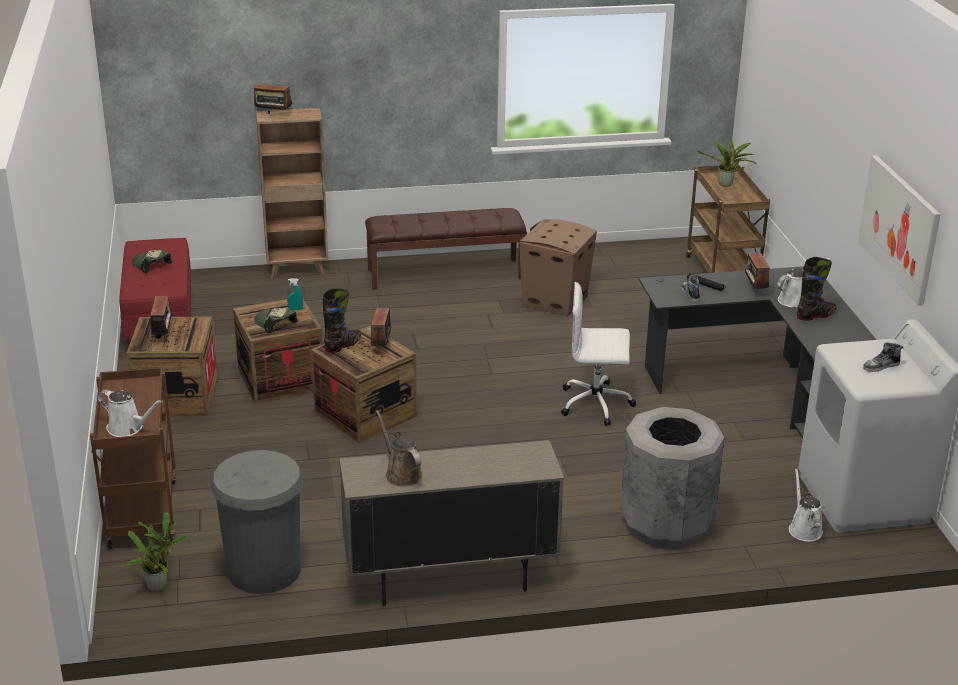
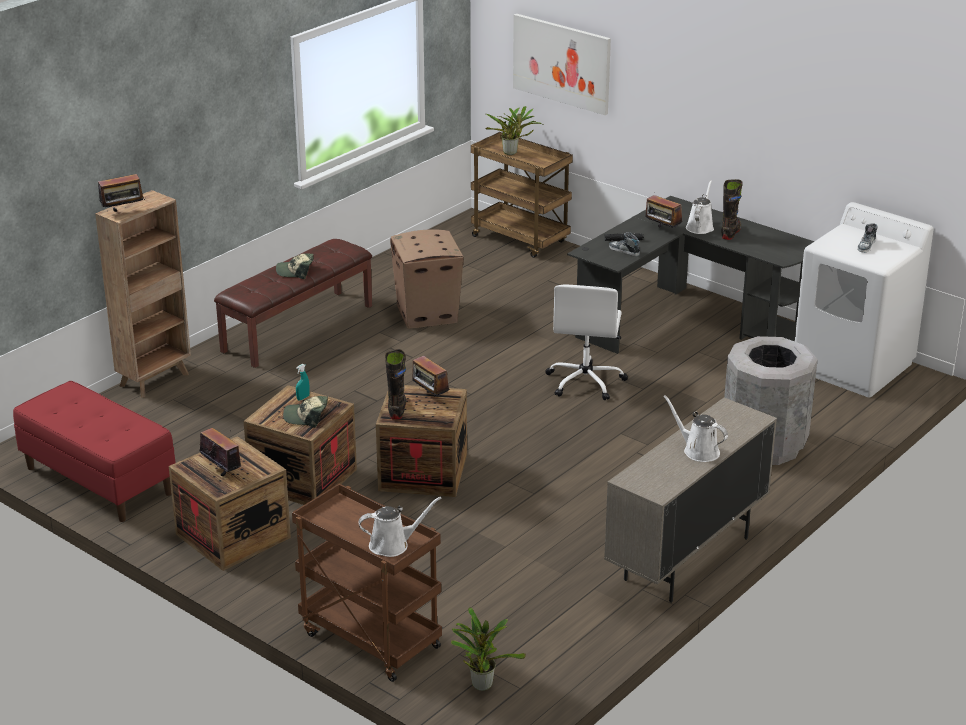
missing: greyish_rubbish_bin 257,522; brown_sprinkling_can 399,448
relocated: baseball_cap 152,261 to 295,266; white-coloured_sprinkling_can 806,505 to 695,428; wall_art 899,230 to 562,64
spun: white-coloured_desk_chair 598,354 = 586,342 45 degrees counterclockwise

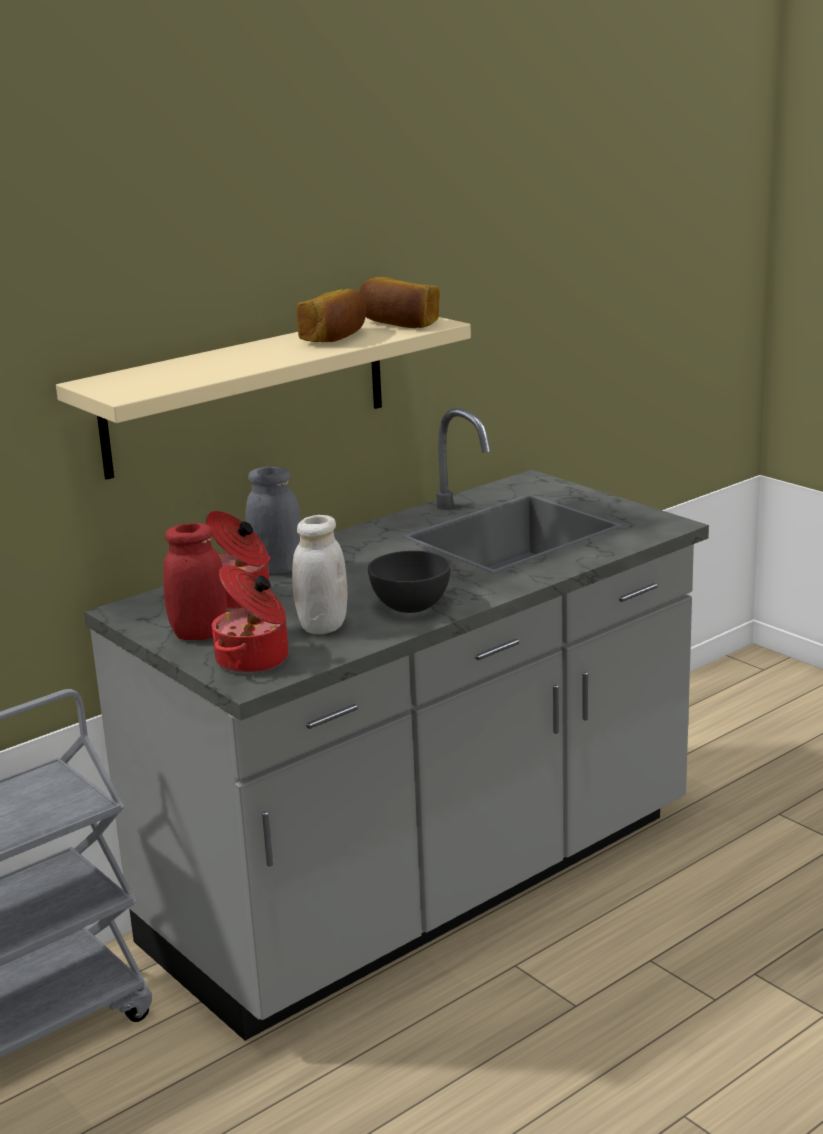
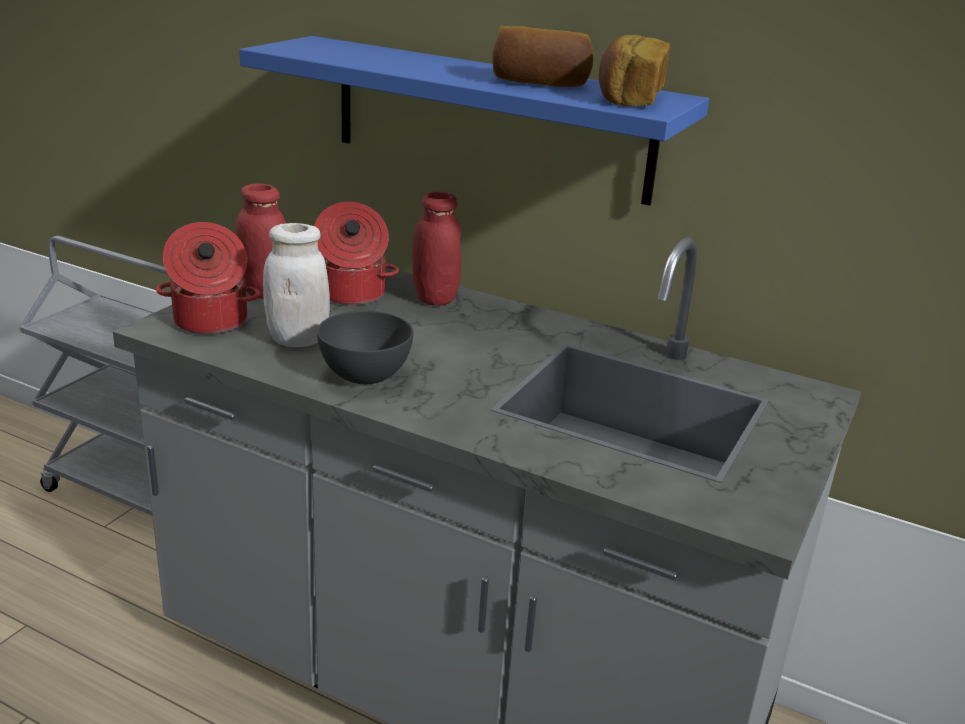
colour: beige_shelf 263,398 to bluish_shelf 474,121; greyish_storage_jar 273,520 to red_storage_jar 436,249

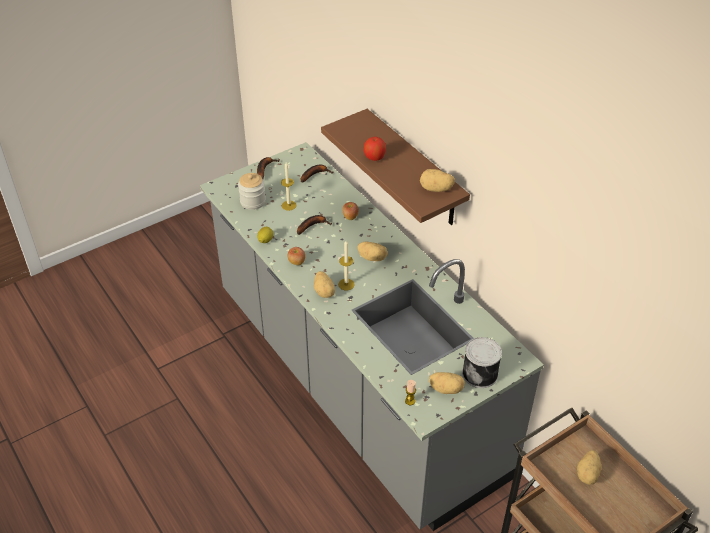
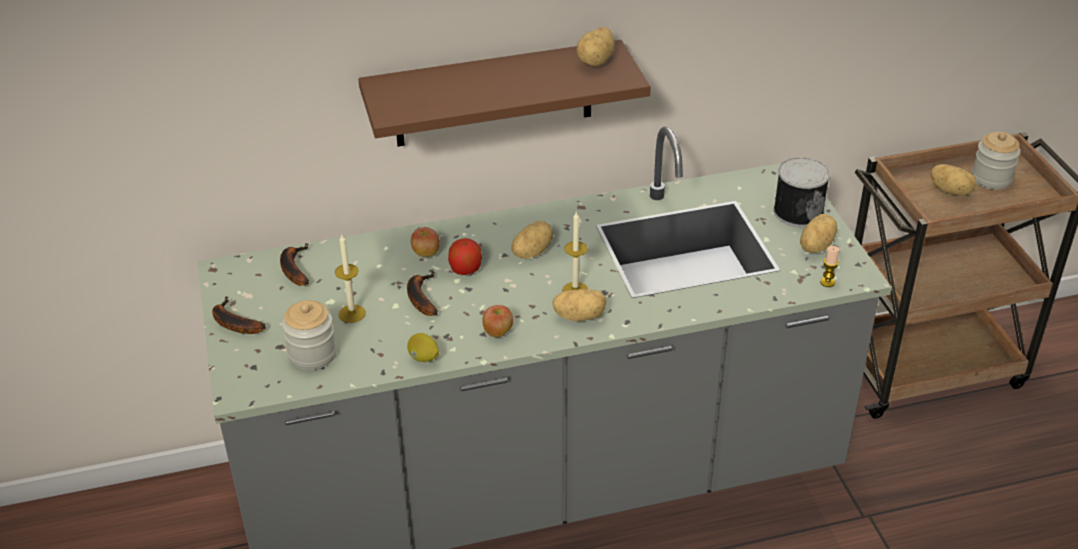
appeared: storage_jar 996,161
relocated: apple_fruit 375,149 to 465,256

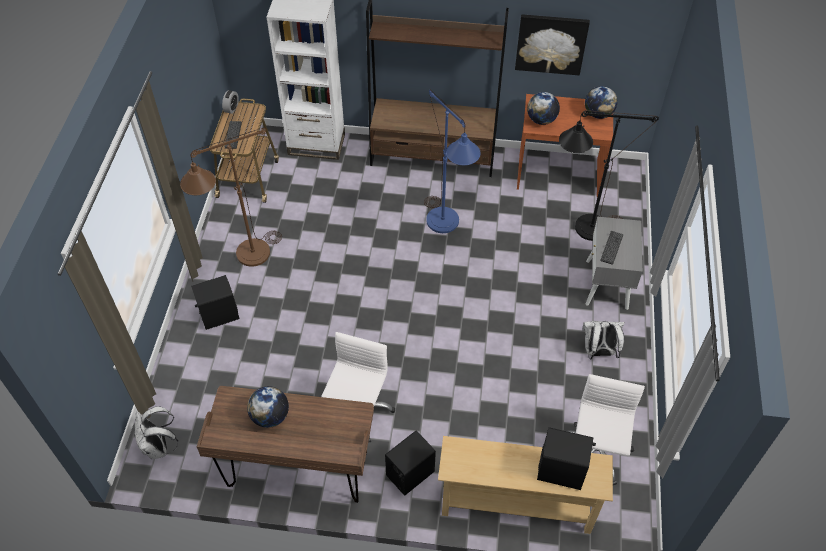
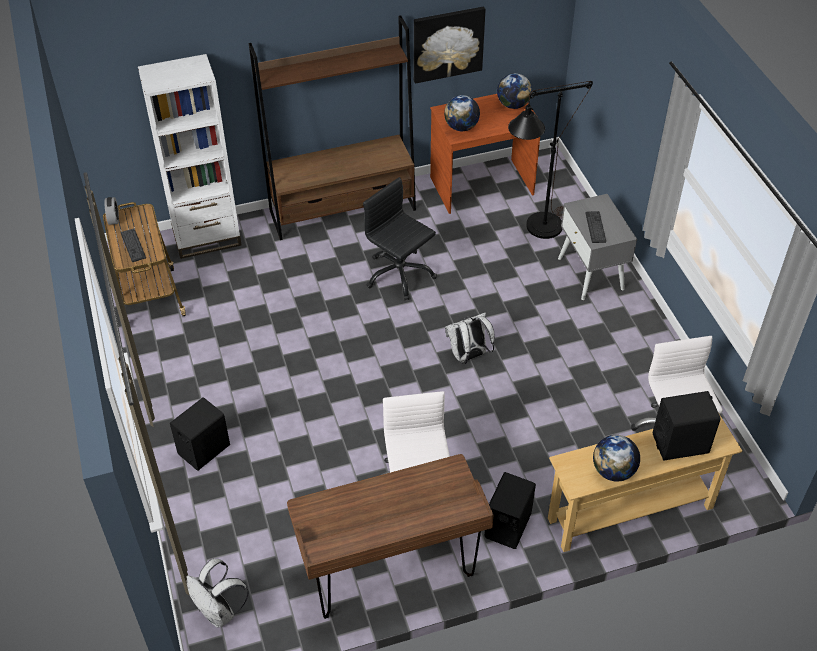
missing: brown_floor_lamp 231,197
relocated: desk_globe 268,407 to 616,458; white-coloured_rucksack 604,340 to 470,338
exchanged: bluish_floor_lamp 452,161 to blackish_desk_chair 400,238

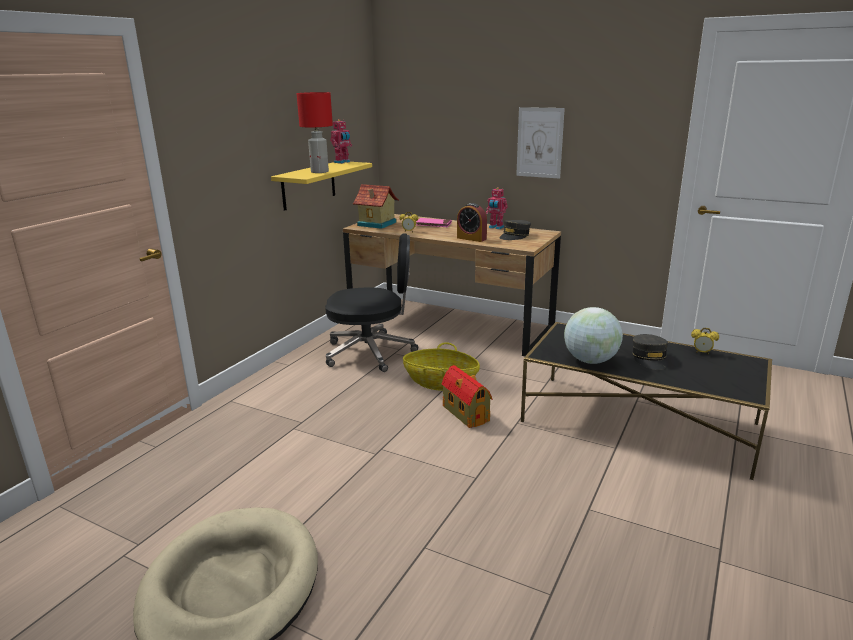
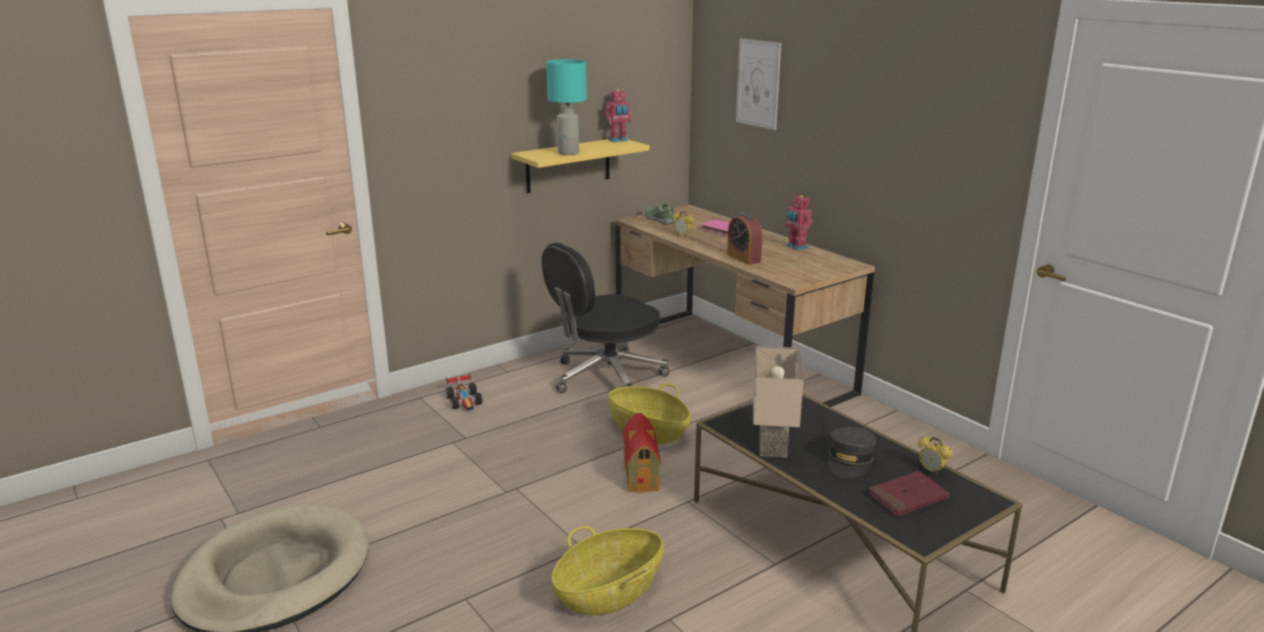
missing: greyish_baseball_cap 515,230
appeared: miniature_car 464,391; basket 608,570; red_bound_book 908,494
relocated: wall_art 540,143 to 758,84
exchanged: model_house 376,206 to low_shoe 660,213; desk_globe 593,335 to beige_lamp_for_a_table 778,402
colour: red_lamp_for_a_table 314,132 to turquoise-coloured_lamp_for_a_table 566,107
spun: blackish_desk_chair 371,302 = 605,317 120 degrees clockwise

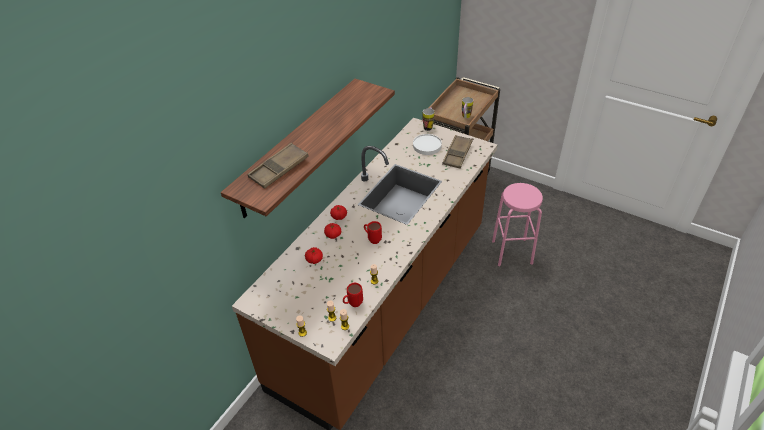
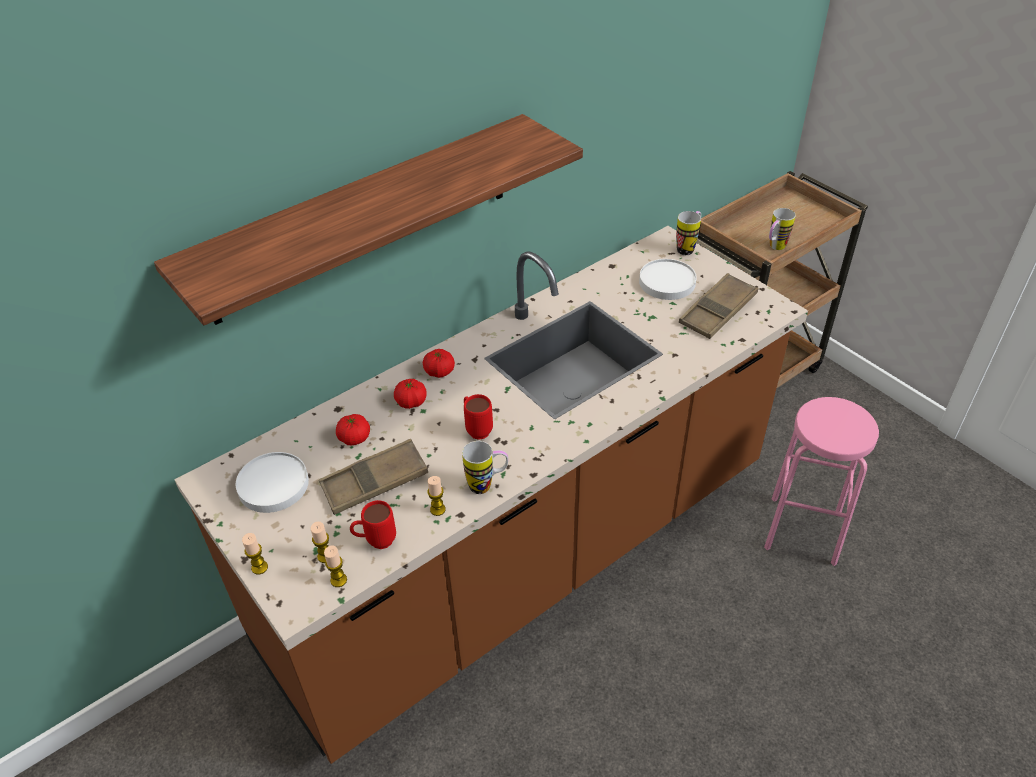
appeared: white-coloured_plate 272,482; tea_mug 485,467
relocated: brown_tray 278,166 to 373,477

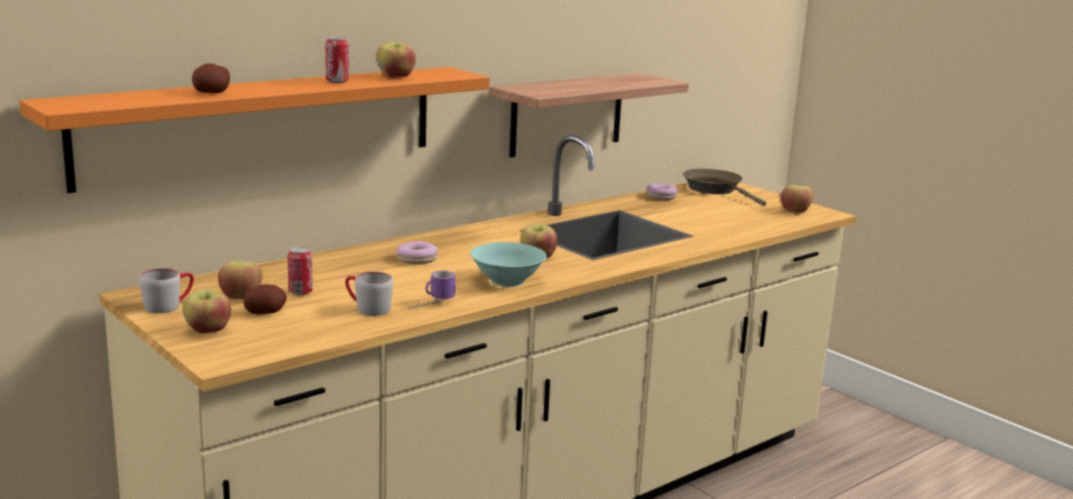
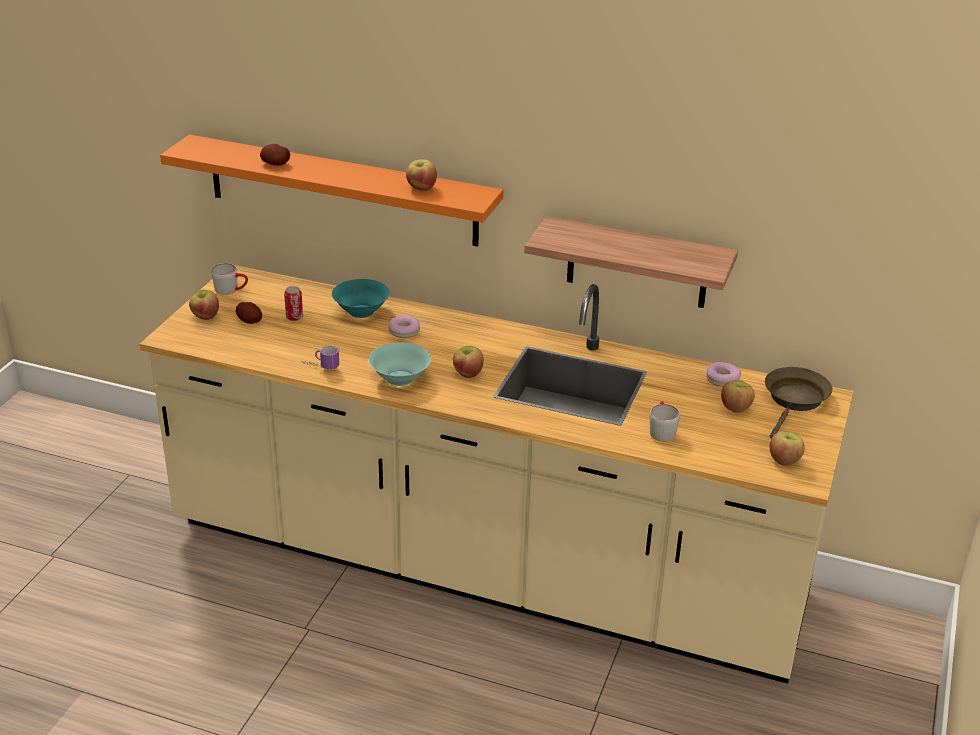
missing: can 337,60
appeared: turquoise-coloured_serving_bowl 361,298
relocated: apple_fruit 240,280 to 738,396; greyish_tea_mug 369,294 to 665,421

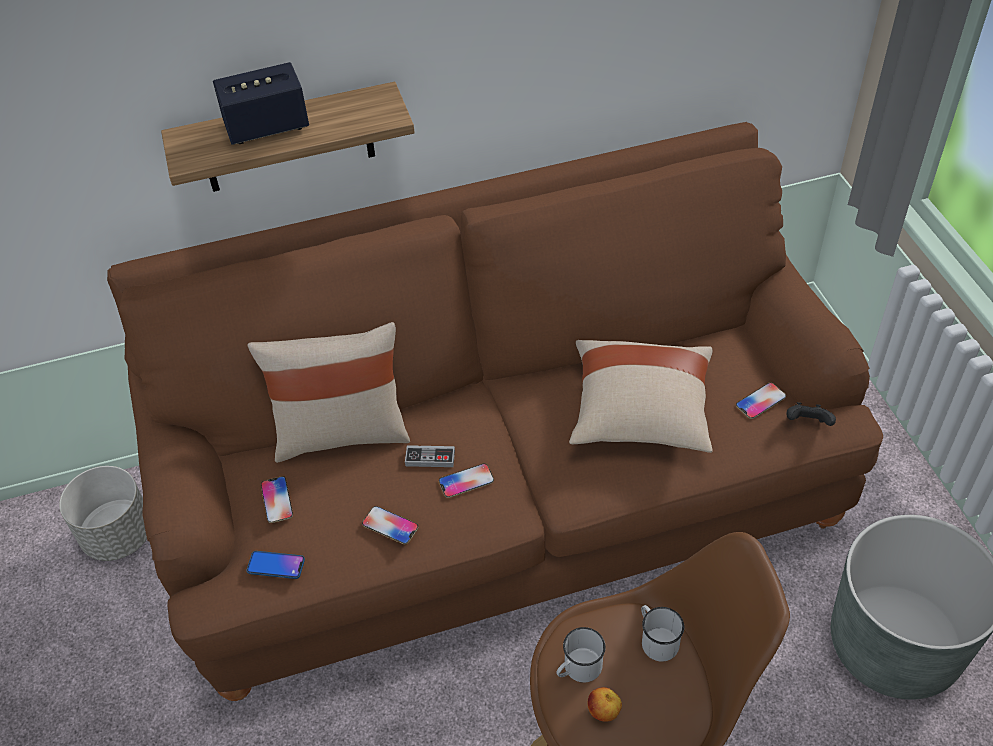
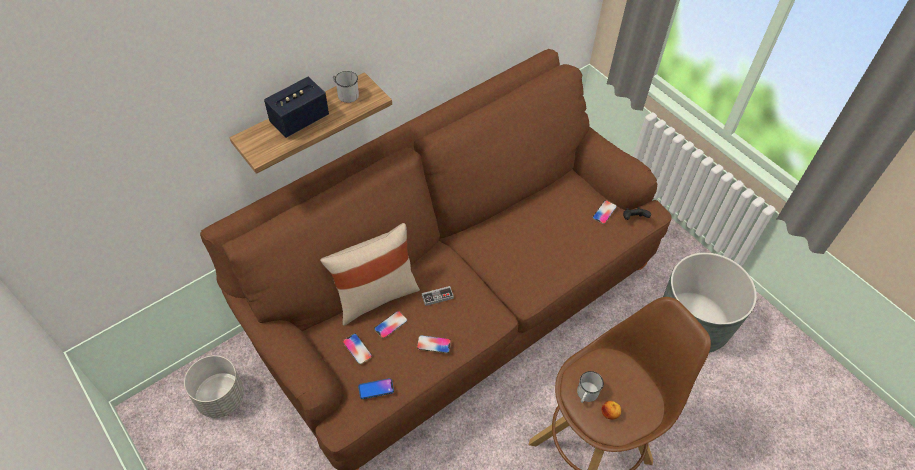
missing: beige_cushion 641,396
relocated: phone 466,481 to 390,325; white-coloured_tea_mug 662,633 to 346,87

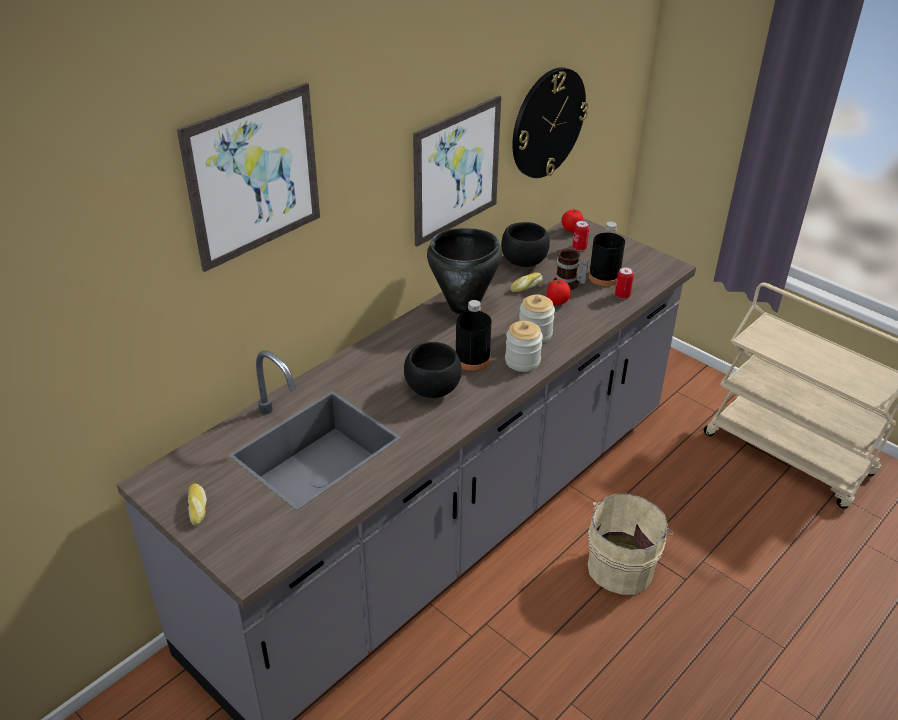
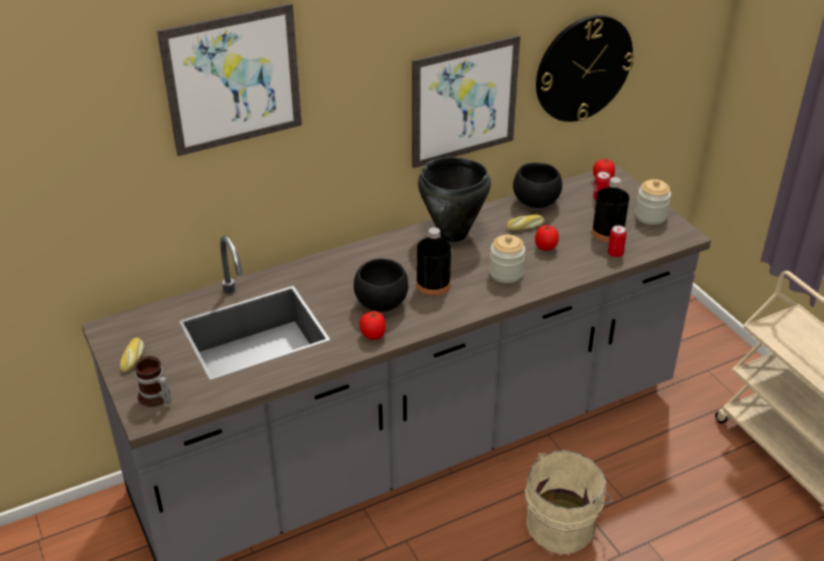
appeared: tomato 372,325
relocated: storage_jar 524,346 to 653,202; tea_mug 571,269 to 152,381

